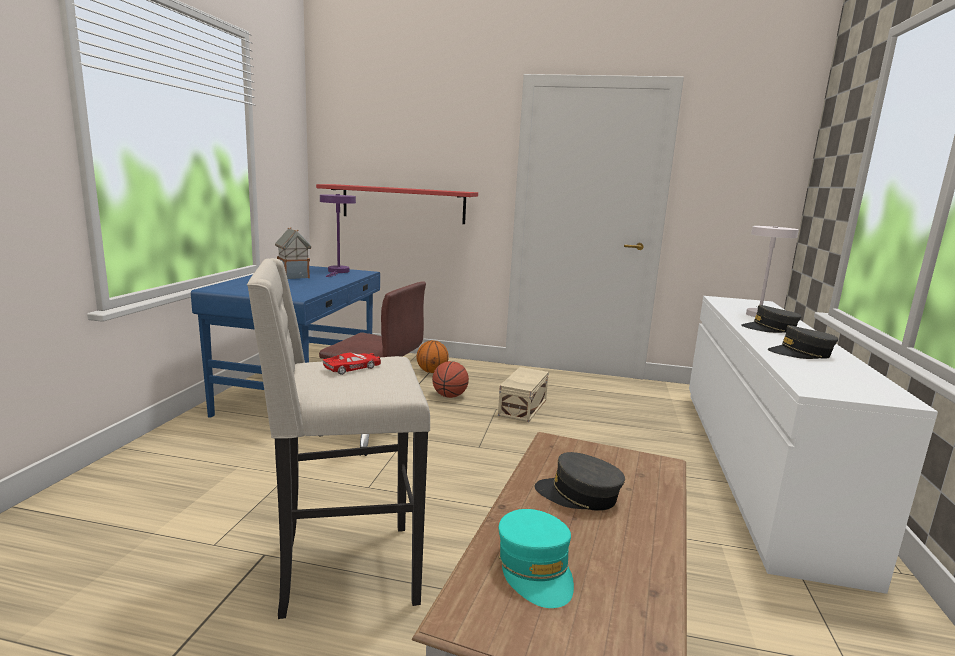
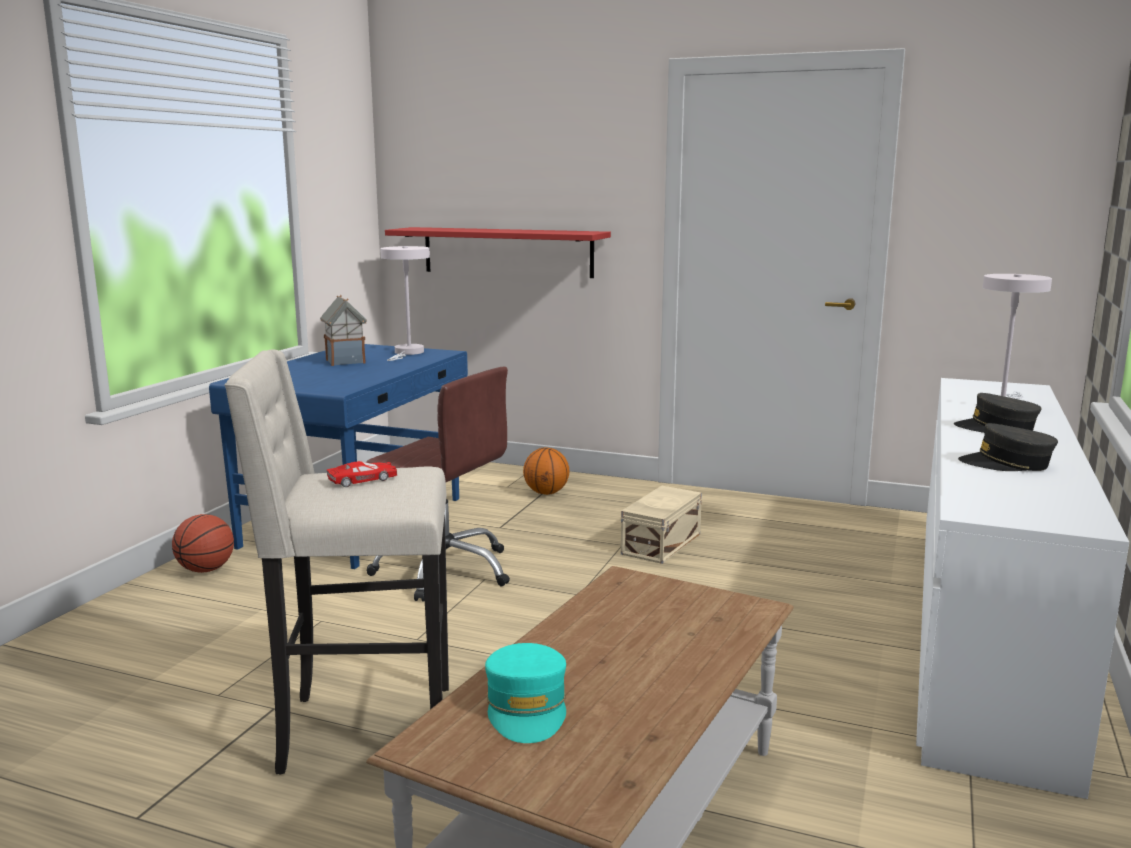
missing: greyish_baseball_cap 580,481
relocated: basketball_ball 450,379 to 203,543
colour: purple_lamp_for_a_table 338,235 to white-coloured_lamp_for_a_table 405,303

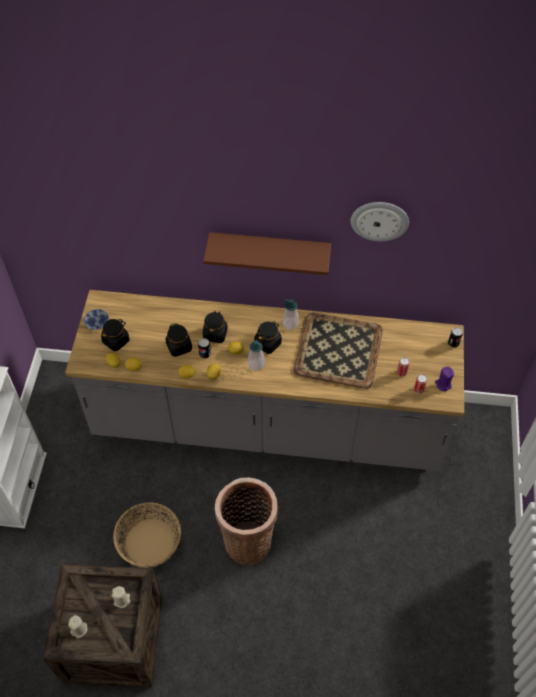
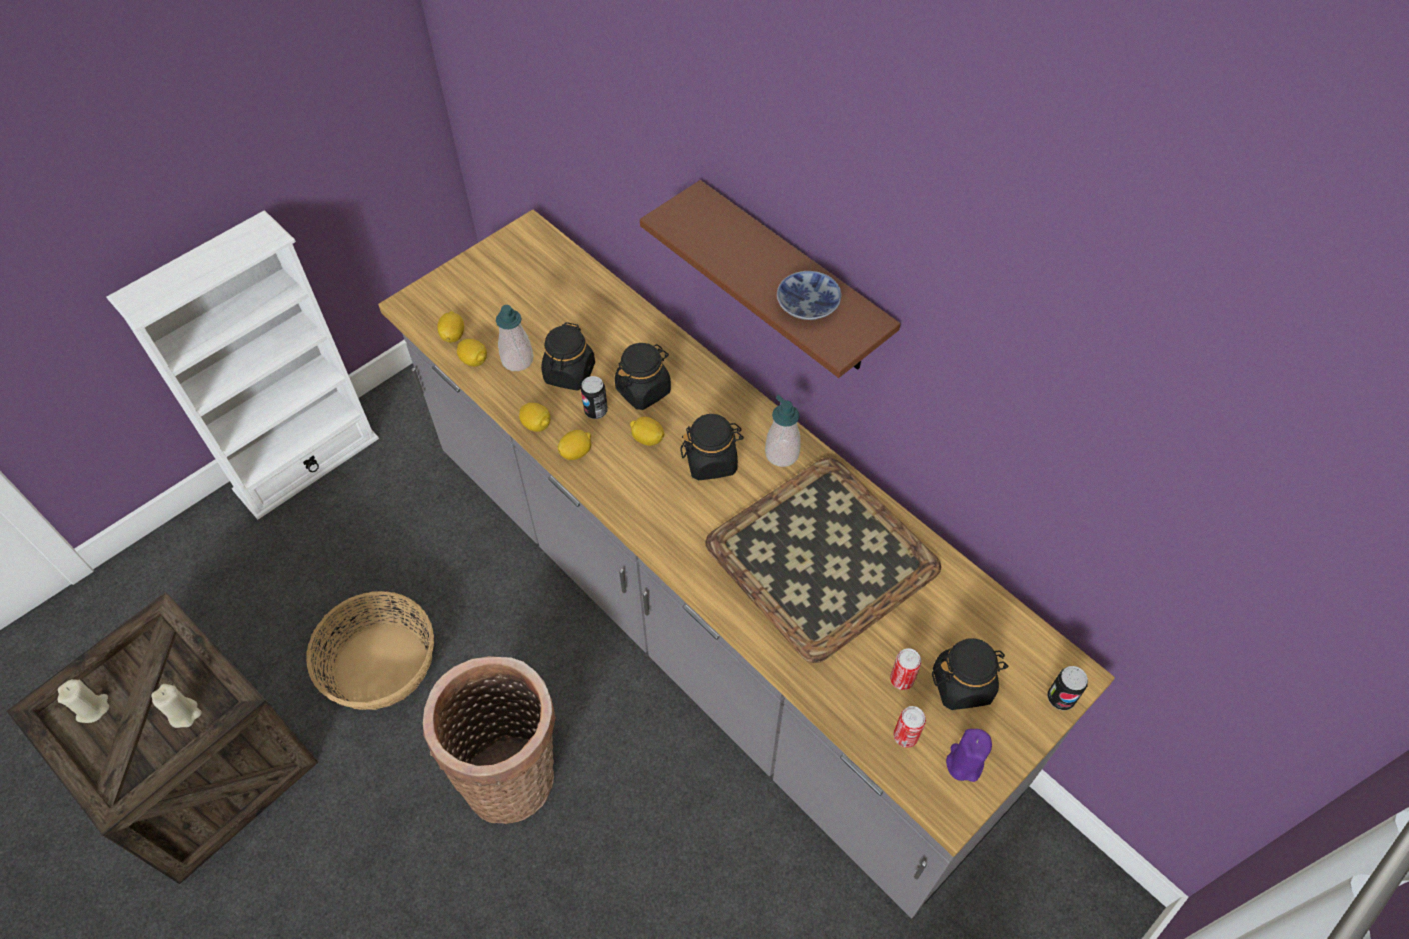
missing: clock_on_the_wall 380,221
relocated: serving_bowl 96,319 to 809,295; blackish_storage_jar 115,335 to 970,674; liquid_soap_bottle 256,355 to 514,338

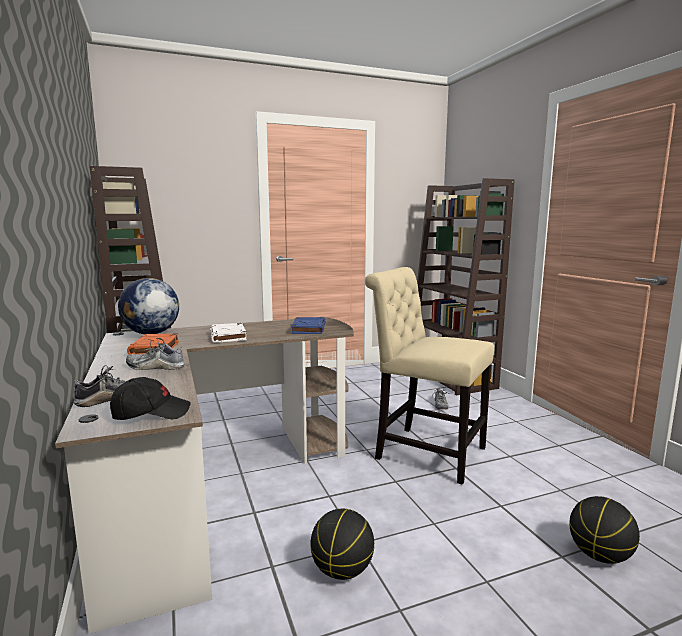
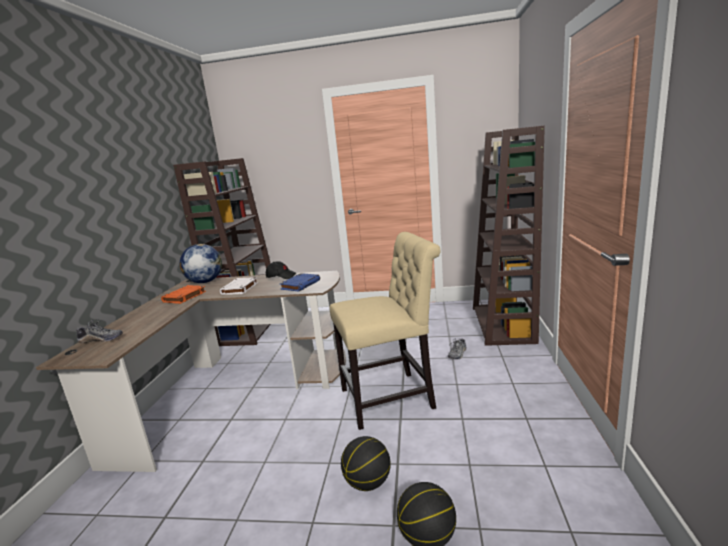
missing: low_shoe 155,354
relocated: blackish_baseball_cap 150,398 to 281,270; basketball_ball 342,544 to 366,463
spun: beige_plain_chair 429,376 = 385,331 105 degrees clockwise

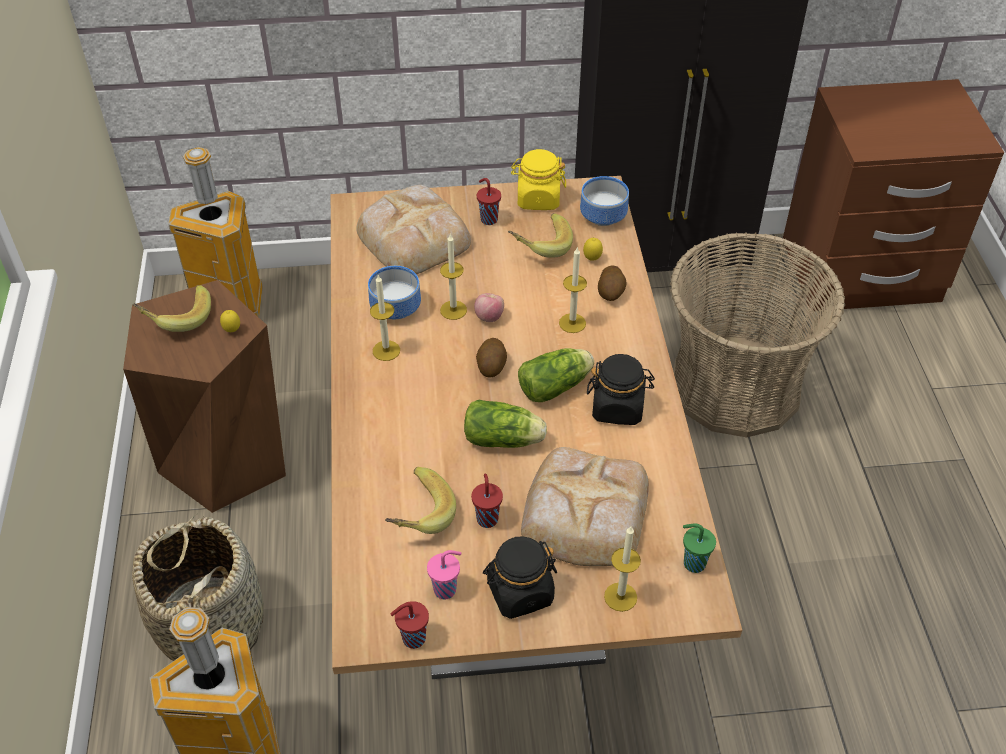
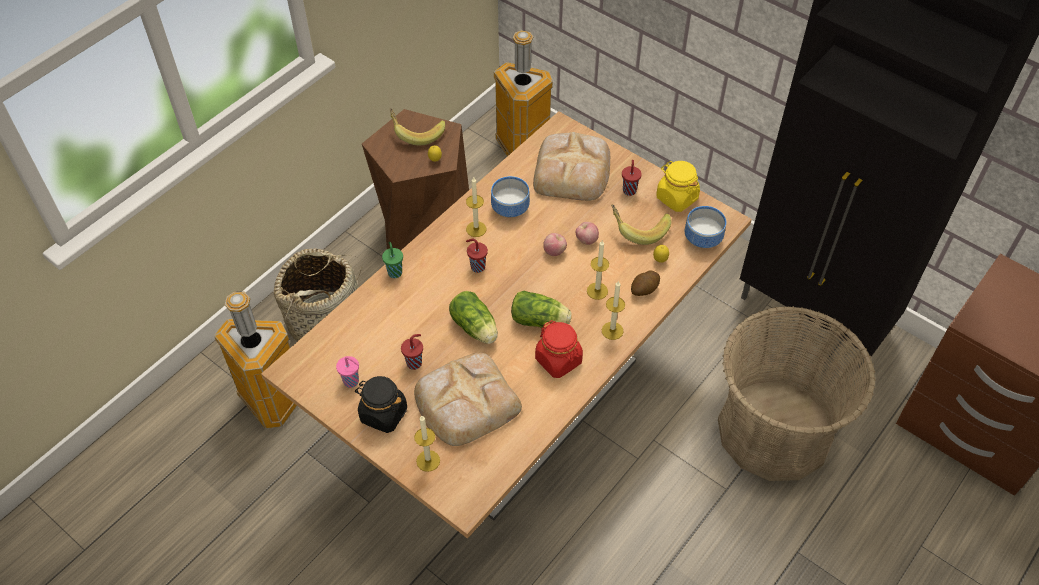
missing: banana_fruit 420,500; spud 491,358
appeared: apple_fruit 587,233
relocated: red_cup 409,625 to 477,256; wax_light 453,277 to 613,310; green-coloured_cup 699,548 to 392,260
colour: blackish_storage_jar 621,389 to red_storage_jar 559,349

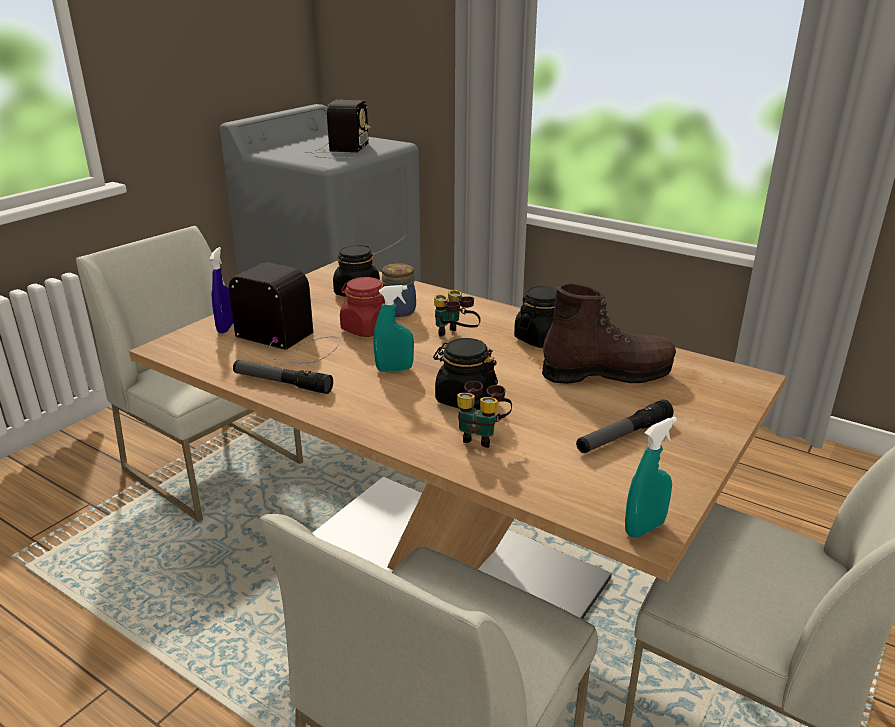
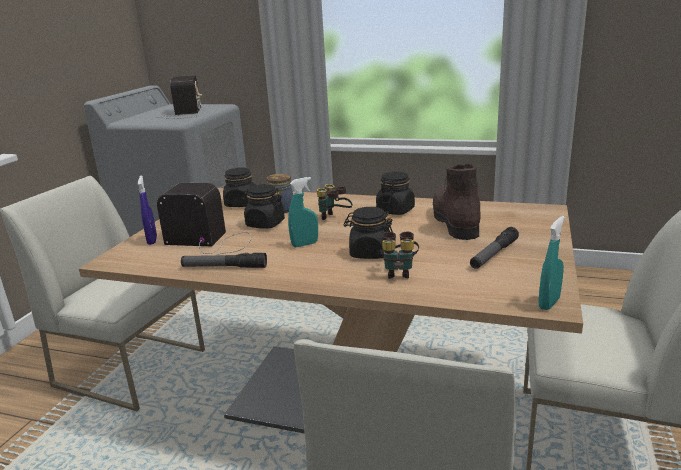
colour: red_storage_jar 362,307 to blackish_storage_jar 263,206
spun: brown_high-top_boot 609,333 = 457,202 75 degrees counterclockwise

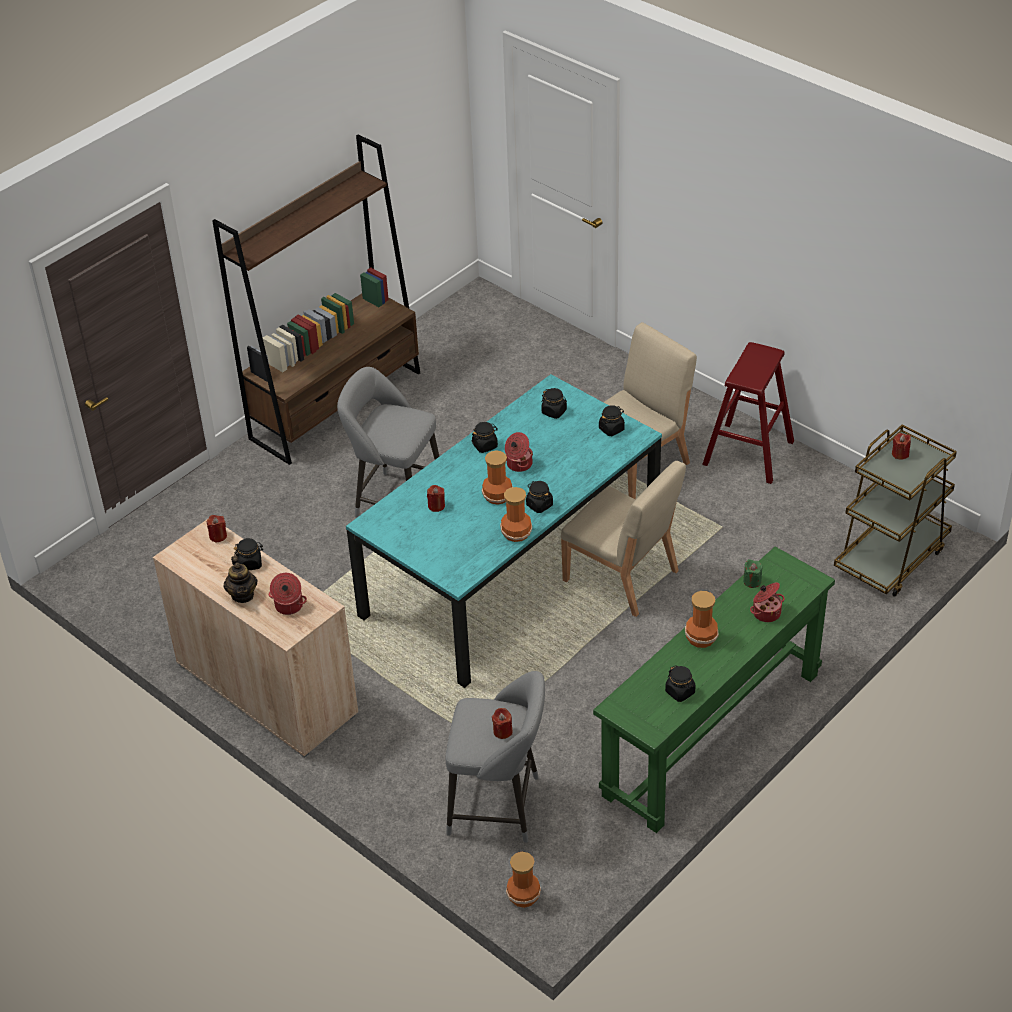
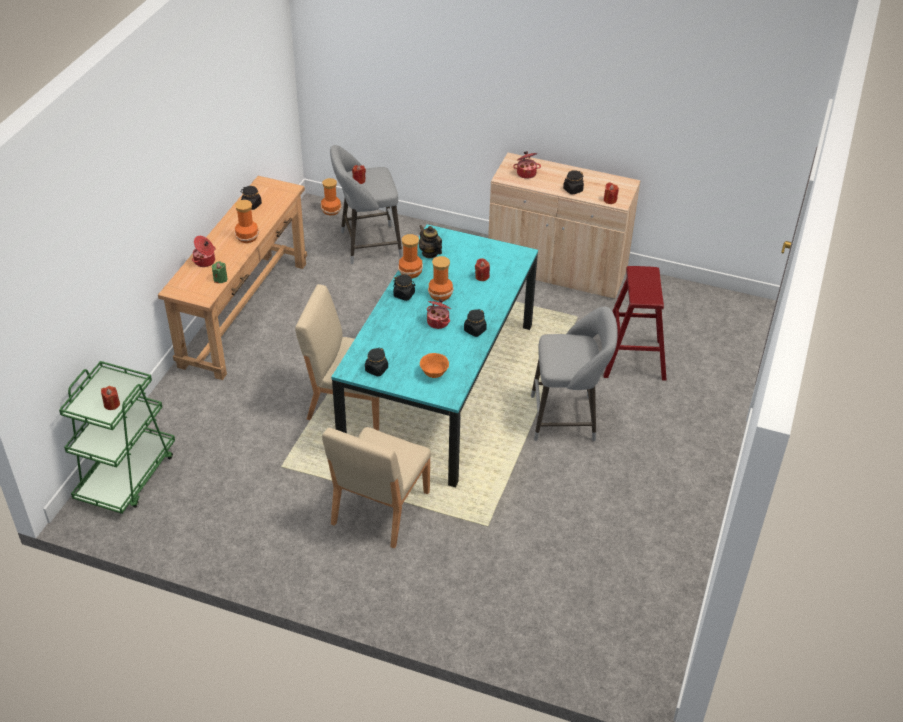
missing: brown_shelving_unit 316,300
relocated: tea_pot 240,579 to 430,241; red_stool_seat 748,413 to 635,323
exchanged: blackish_storage_jar 554,403 to orange-coloured_serving_bowl 434,365
colour: green-coloured_hall_table 714,689 to brown_hall_table 232,278; brown_wheeled_cart 895,511 to green-coloured_wheeled_cart 117,437

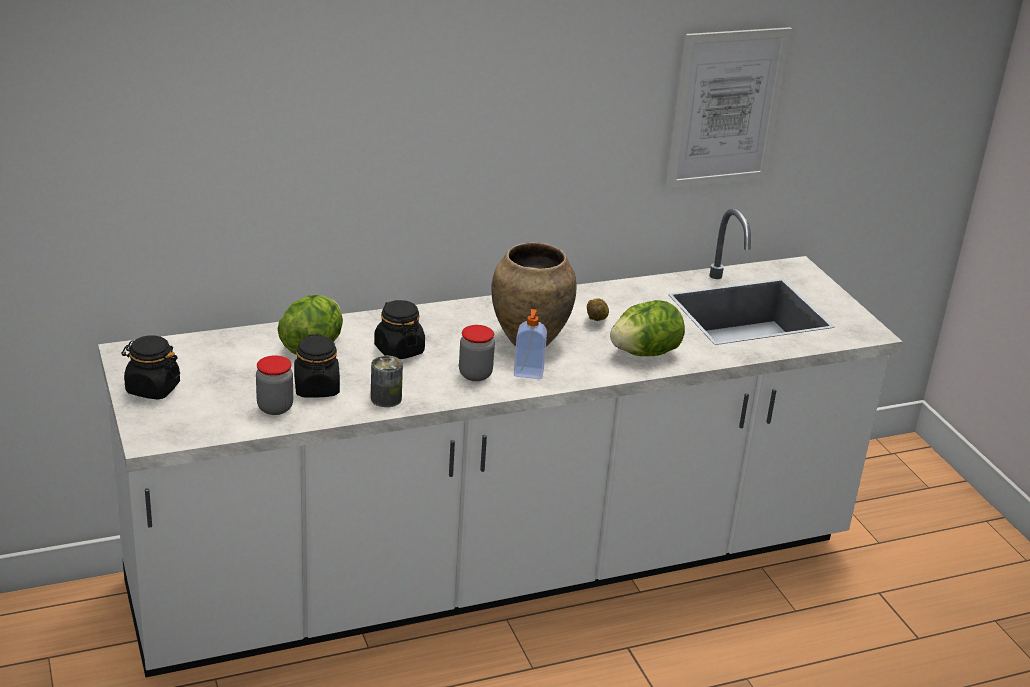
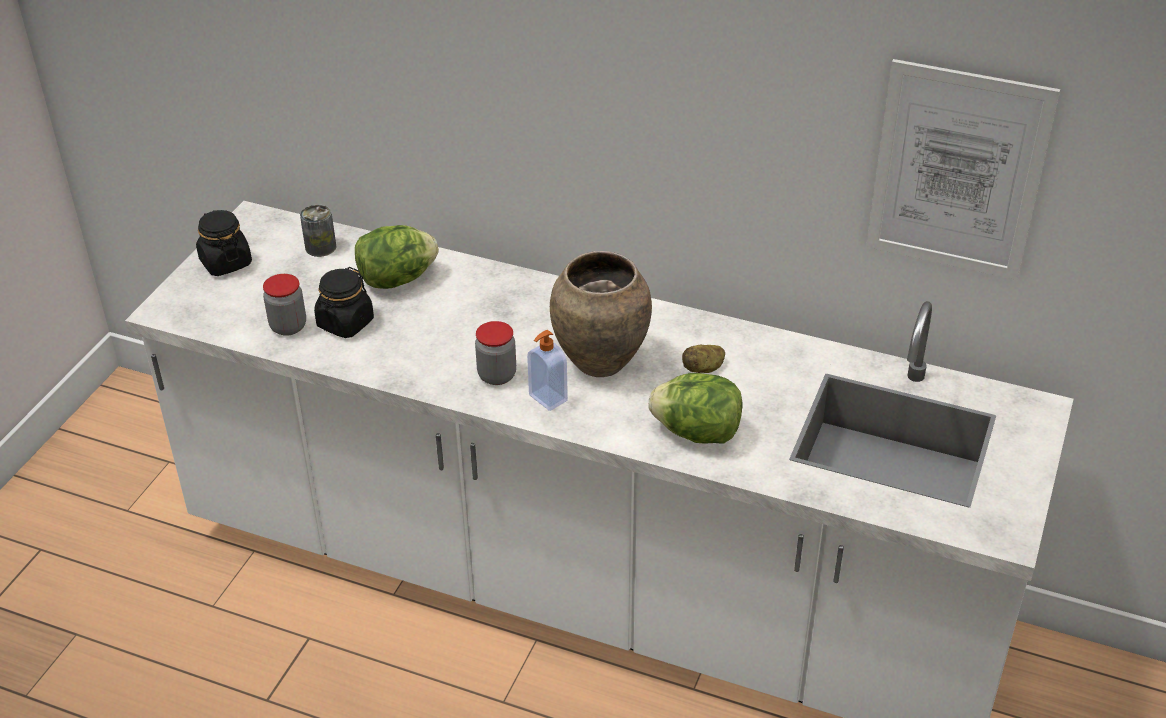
missing: blackish_storage_jar 399,329
relocated: can 387,381 to 318,230

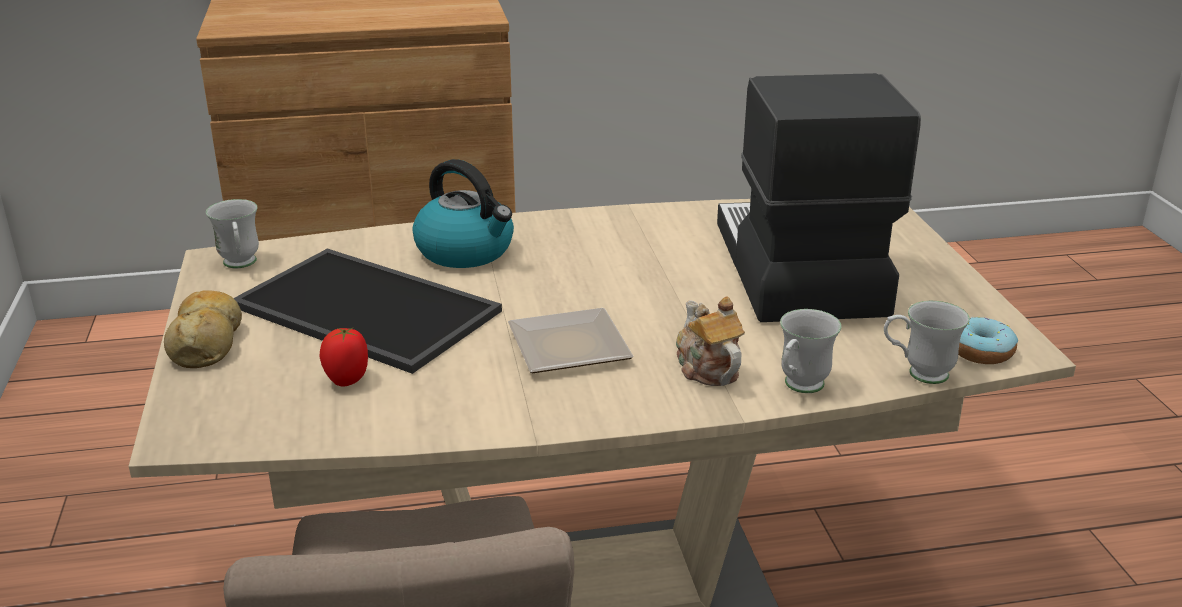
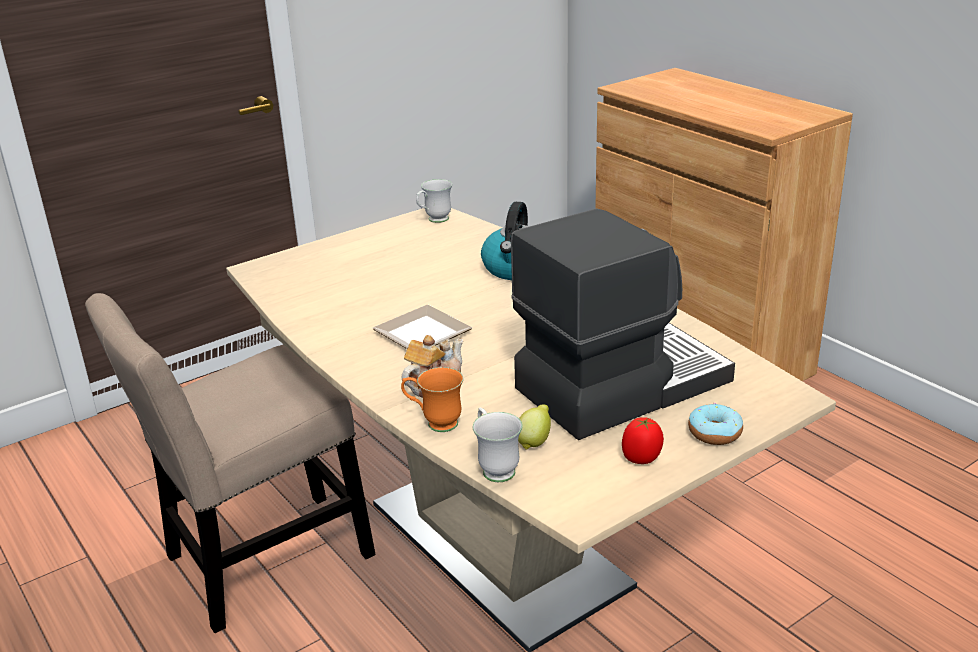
missing: bread 203,329; tray 368,311
appeared: citrus_fruit 534,427
relocated: tomato 344,357 to 643,440; donut 988,340 to 715,424
colour: white-coloured_tea_mug 811,351 to orange-coloured_tea_mug 432,399

